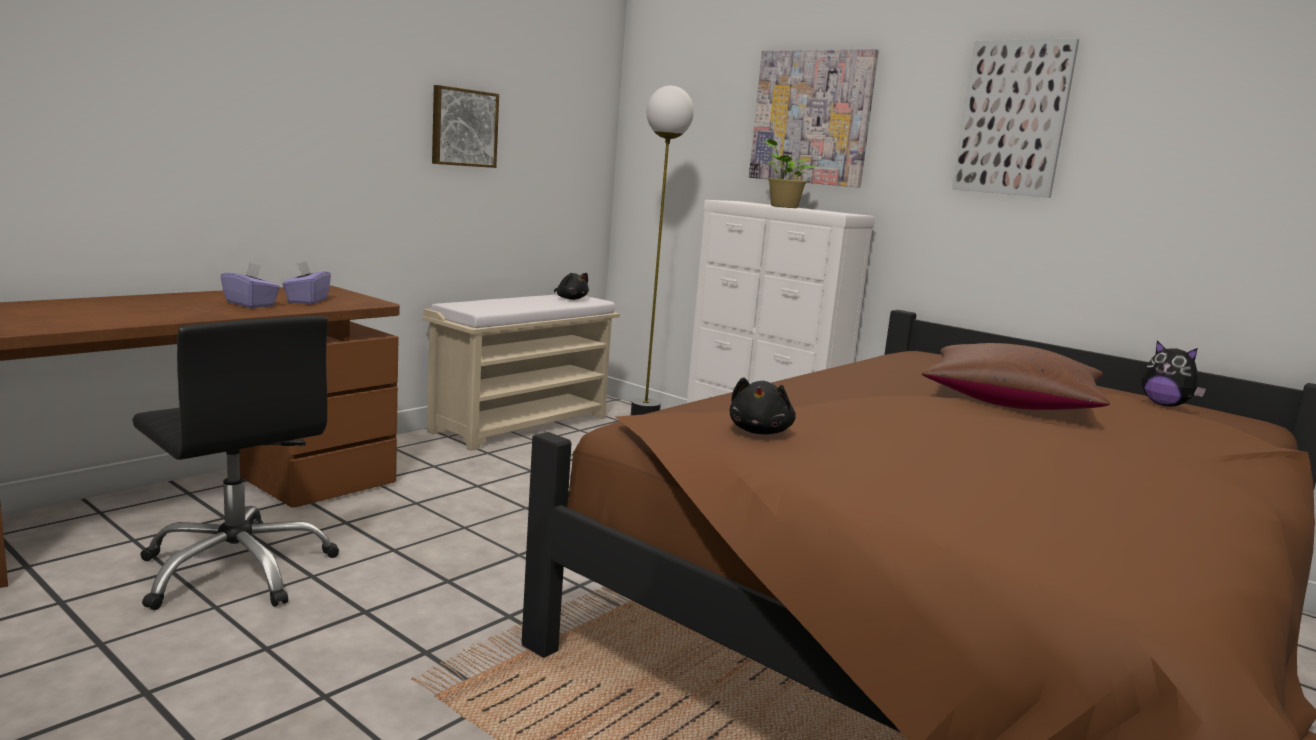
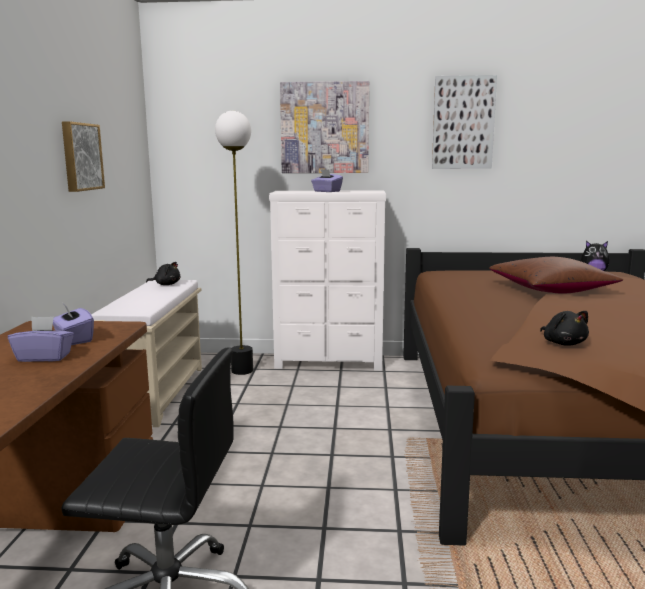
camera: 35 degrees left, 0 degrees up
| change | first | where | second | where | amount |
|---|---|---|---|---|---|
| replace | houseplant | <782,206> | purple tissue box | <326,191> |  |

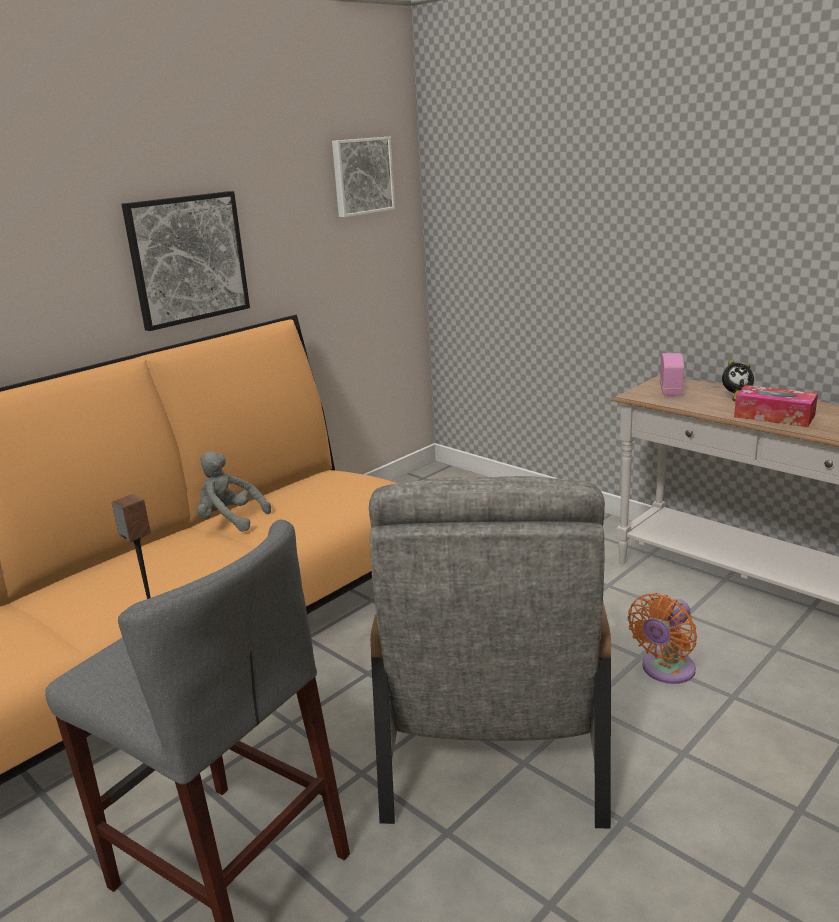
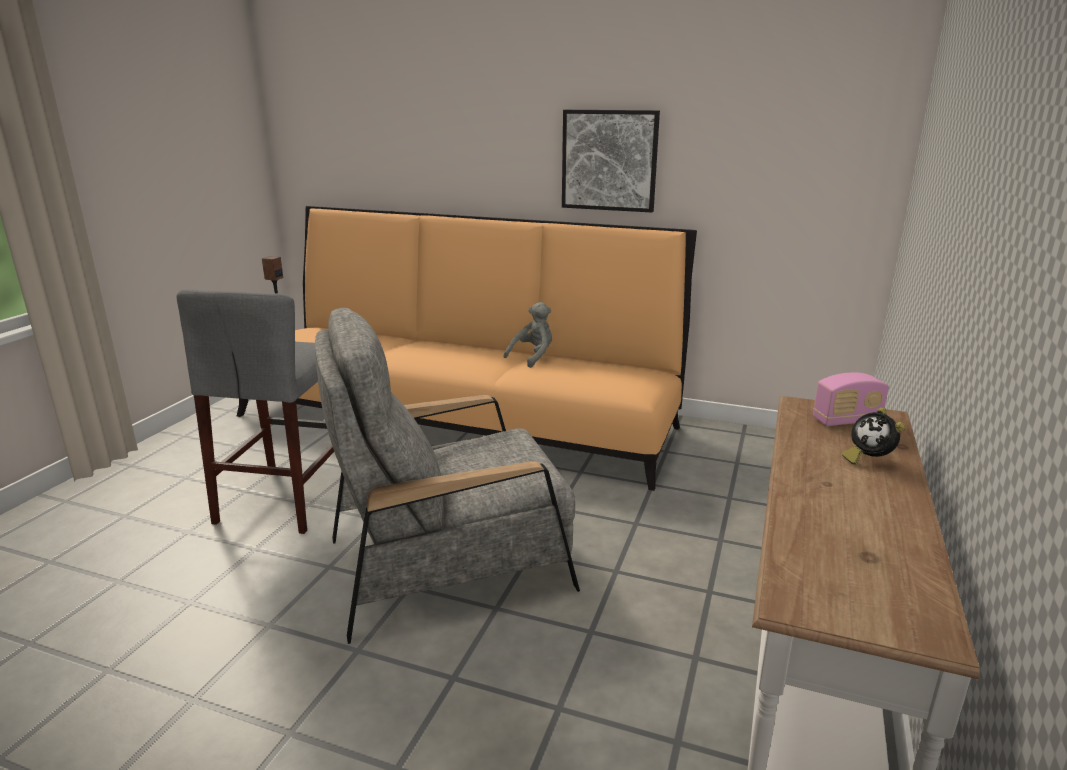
camera: 65 degrees right, 0 degrees up
| change | first | where | second | where | amount |
|---|---|---|---|---|---|
| rotate | gray cuddly toy | <230,520> |  | <533,357> | 45 degrees clockwise |
| delete | wall picture | <361,176> |  |  |  |
| delete | orange-coloured electric fan | <665,670> |  |  |  |
| delete | tissue box | <774,416> |  |  |  |

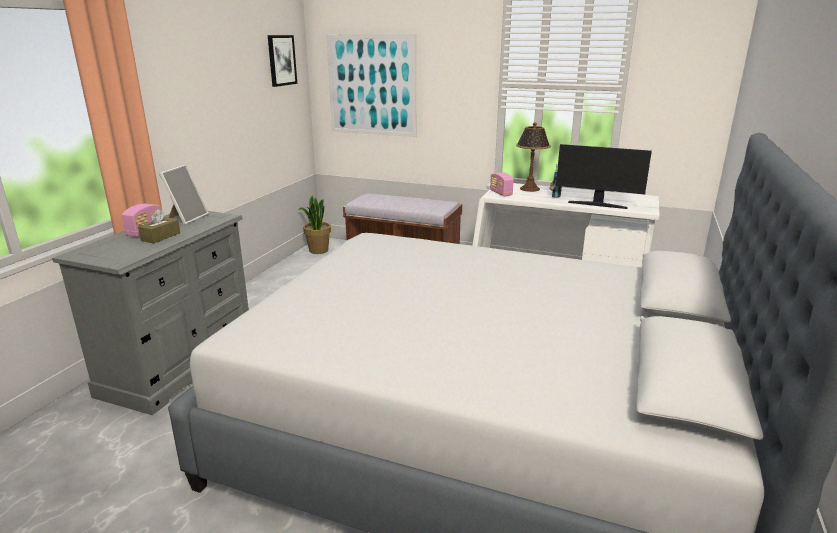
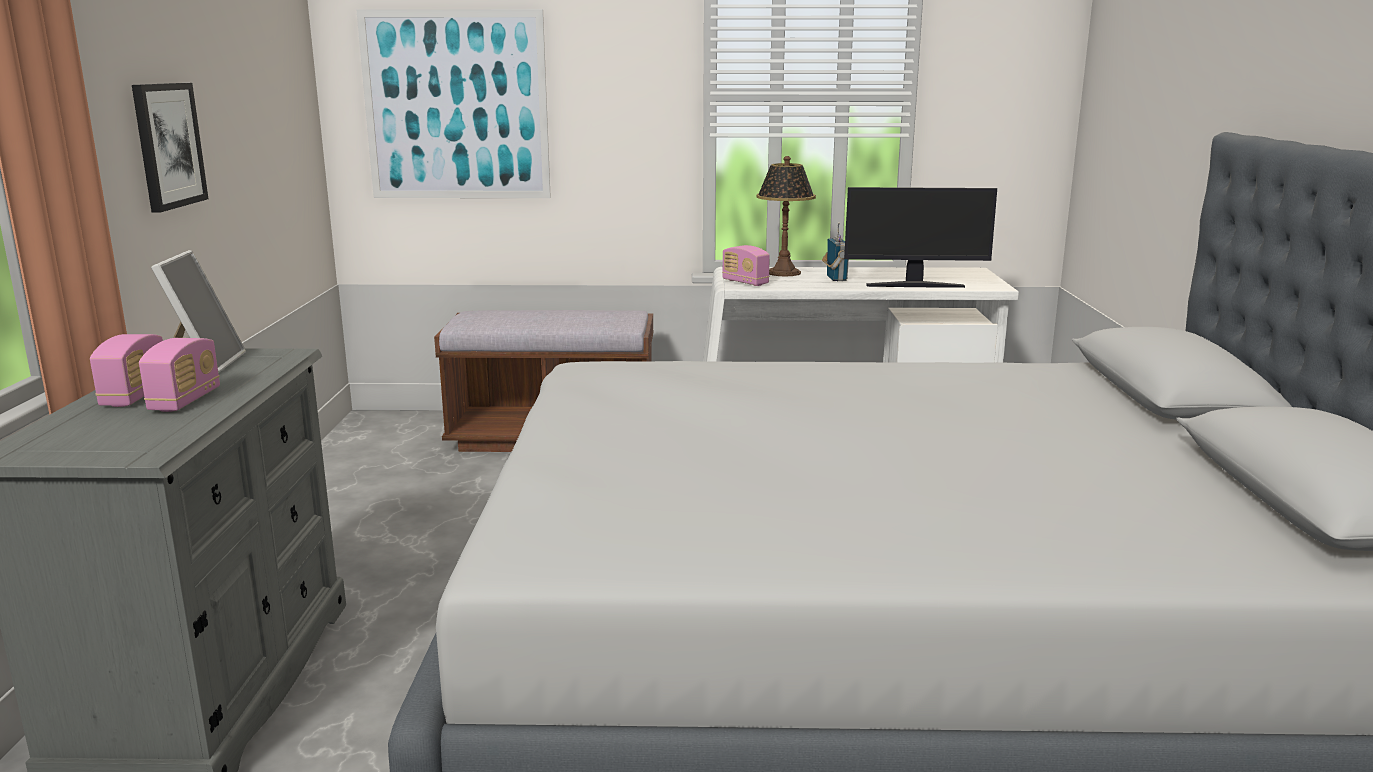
camera: 20 degrees left, 5 degrees down
| change | first | where | second | where | amount |
|---|---|---|---|---|---|
| move | wall picture | <281,60> |  | <168,145> |  |
| replace | brown tissue box | <161,237> | radio | <185,400> |  |
| delete | houseplant | <318,250> |  |  |  |

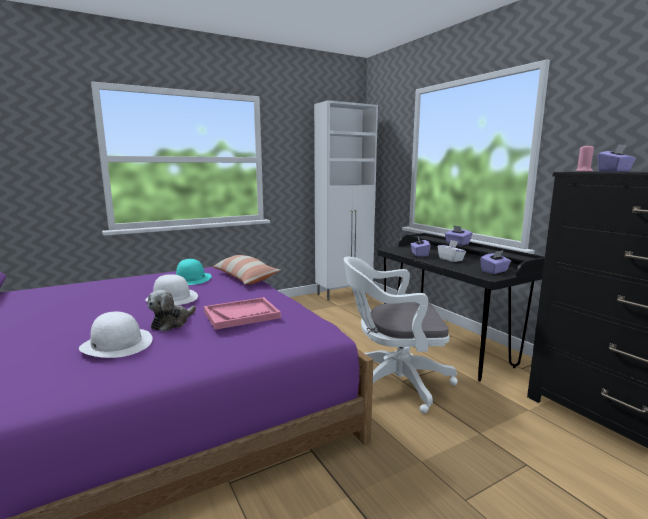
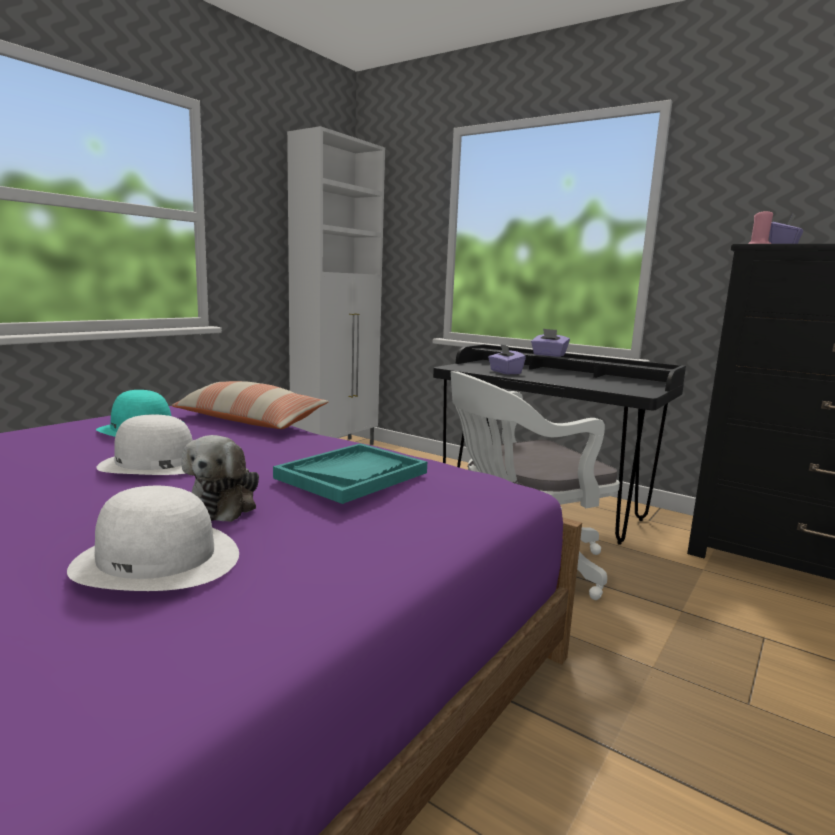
camera: 25 degrees left, 0 degrees up
| change | first | where | second | where | amount |
|---|---|---|---|---|---|
| recolor | pink carrying tray | <242,315> | blue-green carrying tray | <352,475> |  |
| delete | white-coloured tissue box | <451,259> |  |  |  |
| delete | purple tissue box | <494,271> |  |  |  |

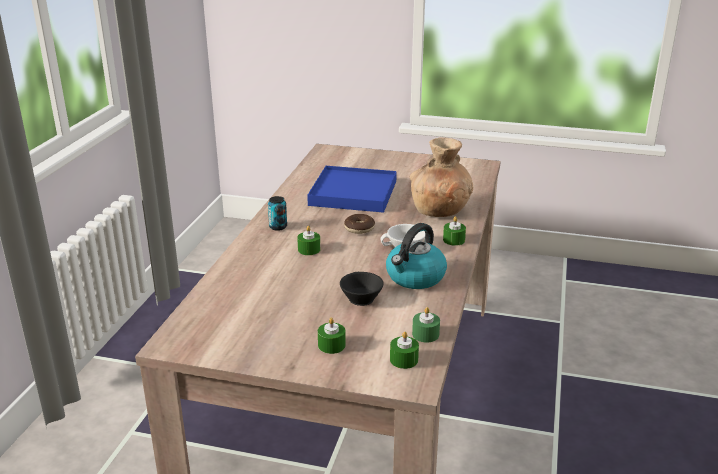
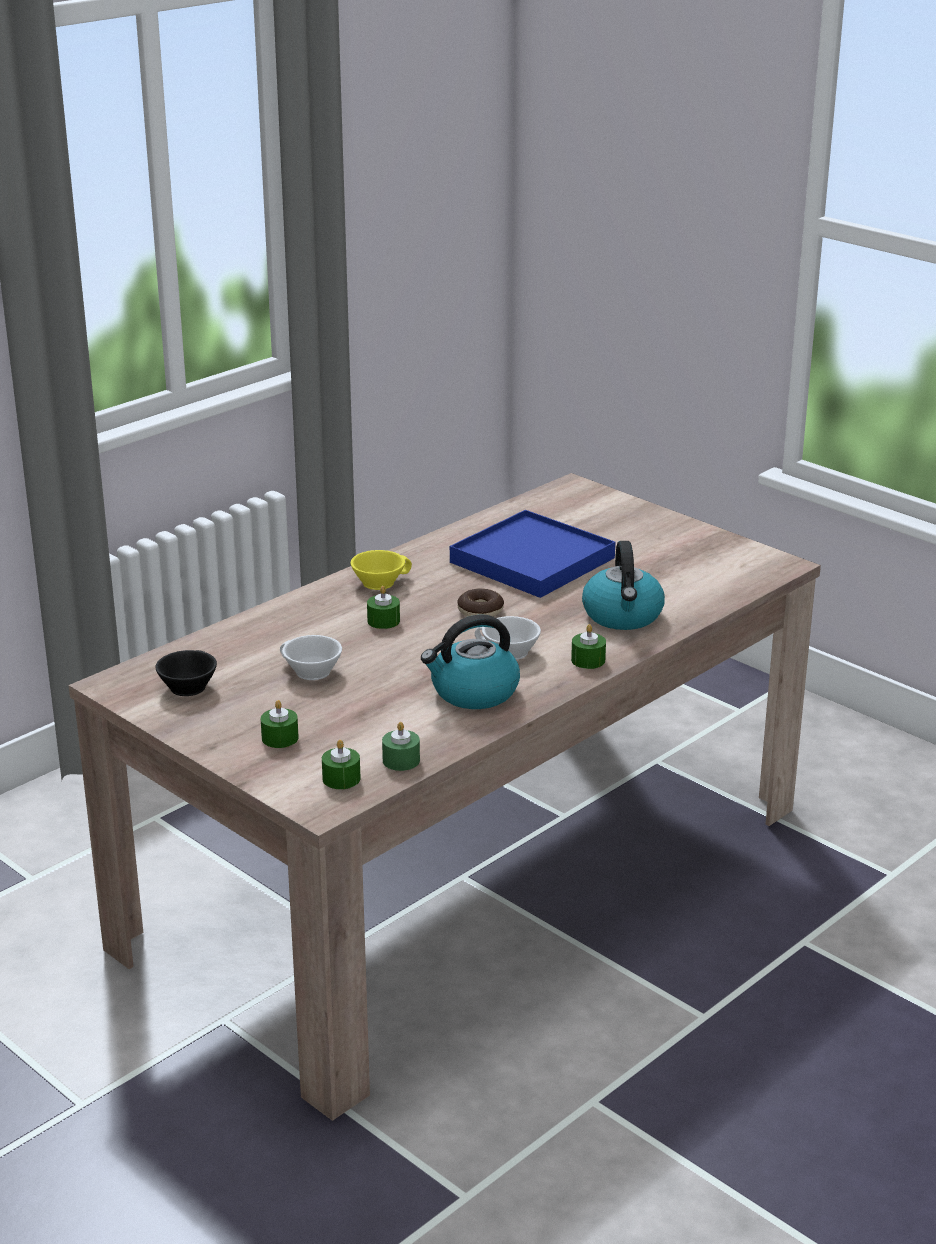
camera: 30 degrees right, 0 degrees up
| change | first | where | second | where | amount |
|---|---|---|---|---|---|
| move | blackish drinking cup | <359,298> |  | <186,686> |  |
| insert |  |  | white-coloured drinking cup | <310,672> |  |
| replace | can | <278,227> | yellow drinking cup | <379,581> |  |
| replace | brown flower vase | <440,211> | kettle | <623,616> |  |

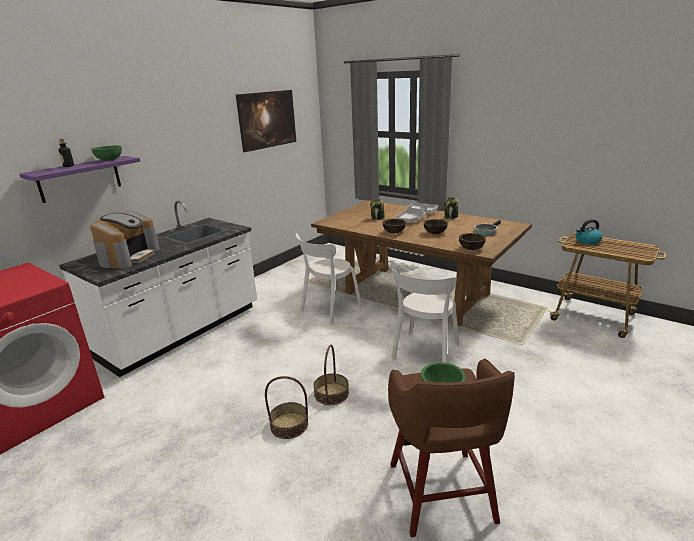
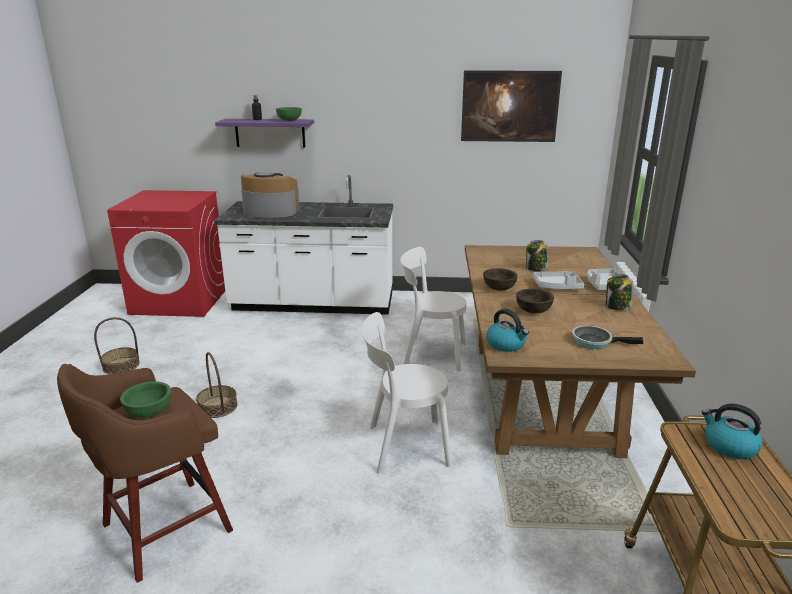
camera: 55 degrees right, 0 degrees up
| change | first | where | second | where | amount |
|---|---|---|---|---|---|
| move | household basket | <331,393> |  | <121,366> |  |
| rotate | coffee maker | <129,257> |  | <270,211> | 150 degrees counterclockwise |
| replace | brown bowl | <471,248> | kettle | <506,344> |  |

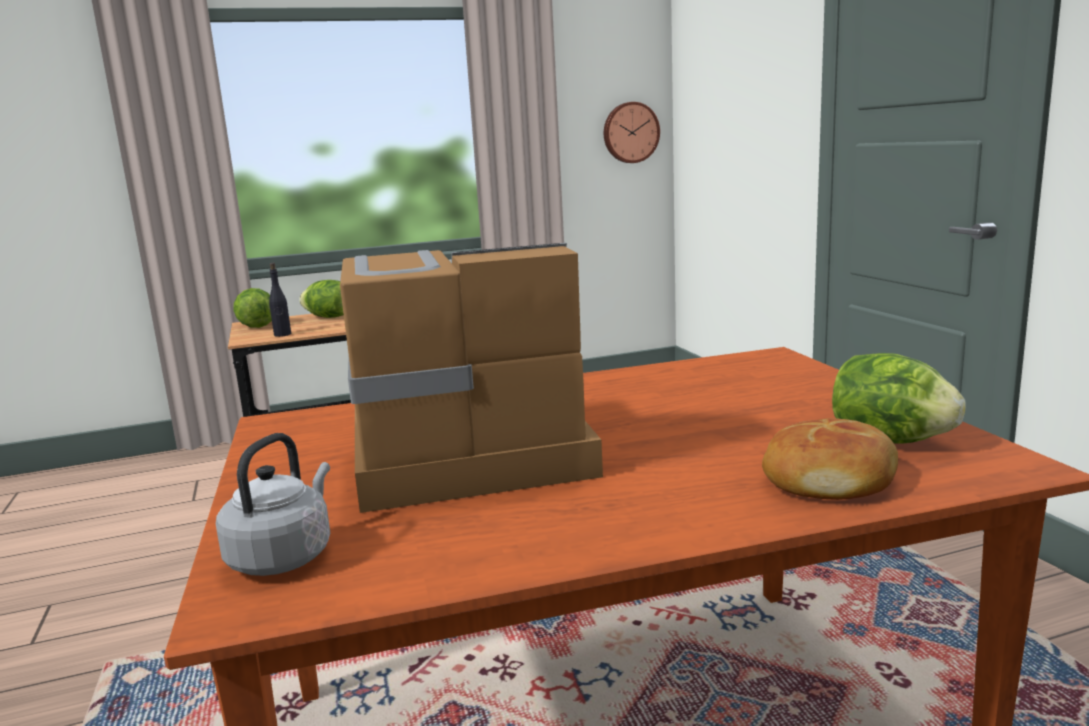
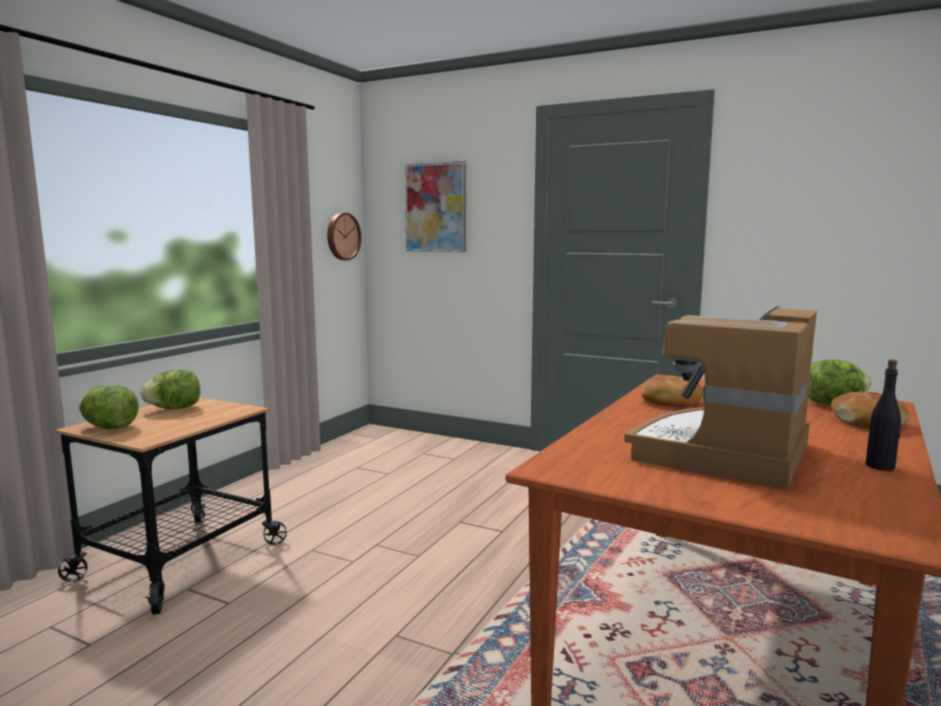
camera: 45 degrees left, 5 degrees down
| change | first | where | second | where | amount |
|---|---|---|---|---|---|
| insert |  |  | wall picture | <436,207> |  |
| insert |  |  | baked bread | <670,402> |  |
| move | blackish beverage bottle | <282,334> |  | <880,466> |  |
| delete | gray kettle | <284,556> |  |  |  |

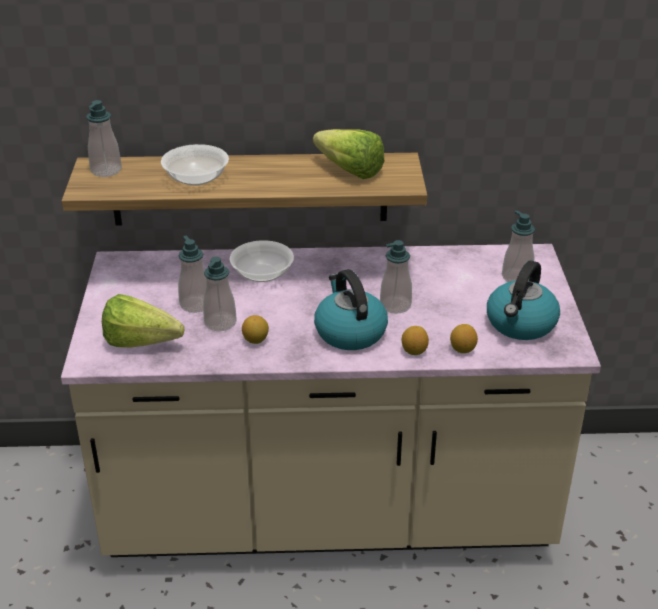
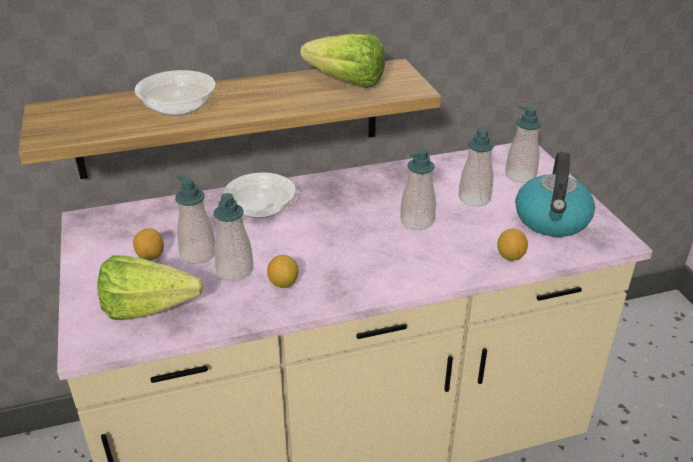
camera: 15 degrees left, 0 degrees up
| change | first | where | second | where | amount |
|---|---|---|---|---|---|
| move | citrus fruit | <414,351> |  | <150,256> |  |
| move | soap dispenser | <106,170> |  | <474,198> |  |
| delete | kettle | <349,332> |  |  |  |

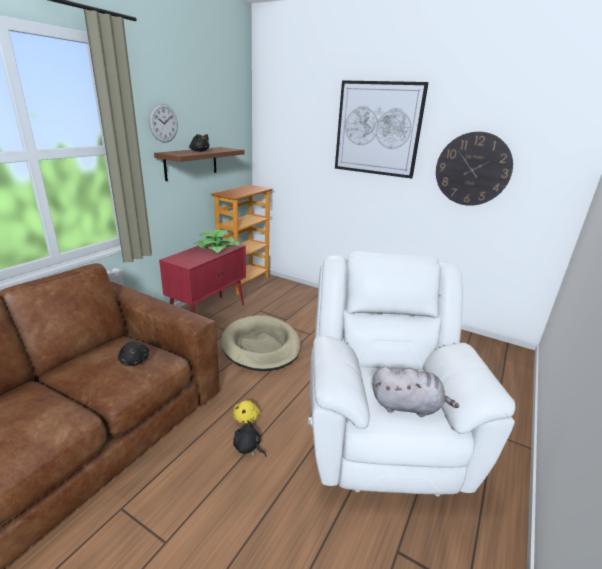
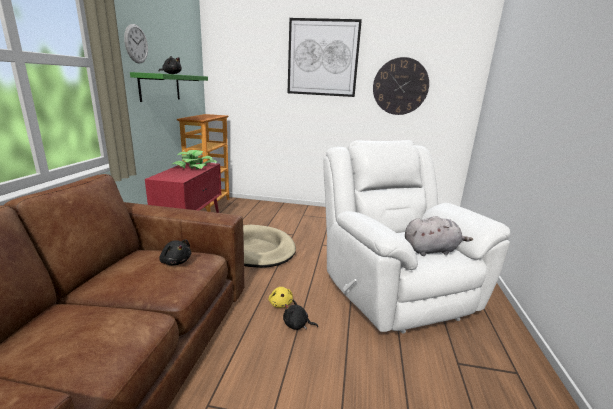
camera: 20 degrees left, 5 degrees down
| change | first | where | second | where | amount |
|---|---|---|---|---|---|
| recolor | brown bracket shelf | <191,163> | green-coloured bracket shelf | <160,87> |  |

